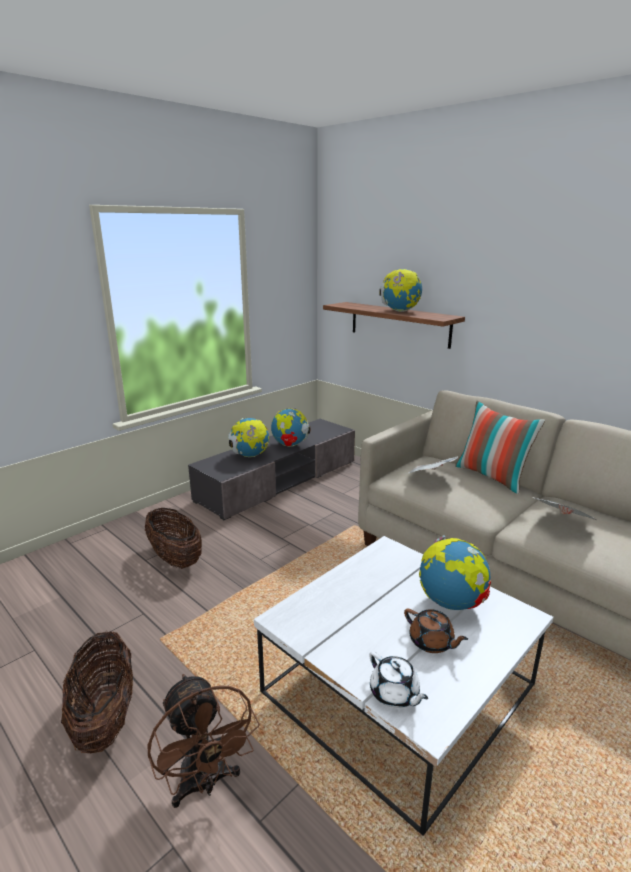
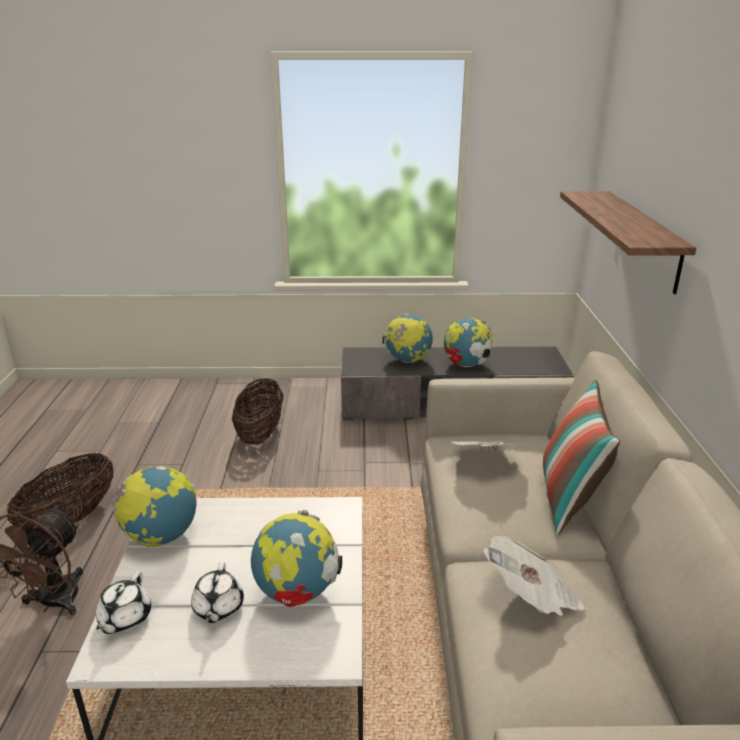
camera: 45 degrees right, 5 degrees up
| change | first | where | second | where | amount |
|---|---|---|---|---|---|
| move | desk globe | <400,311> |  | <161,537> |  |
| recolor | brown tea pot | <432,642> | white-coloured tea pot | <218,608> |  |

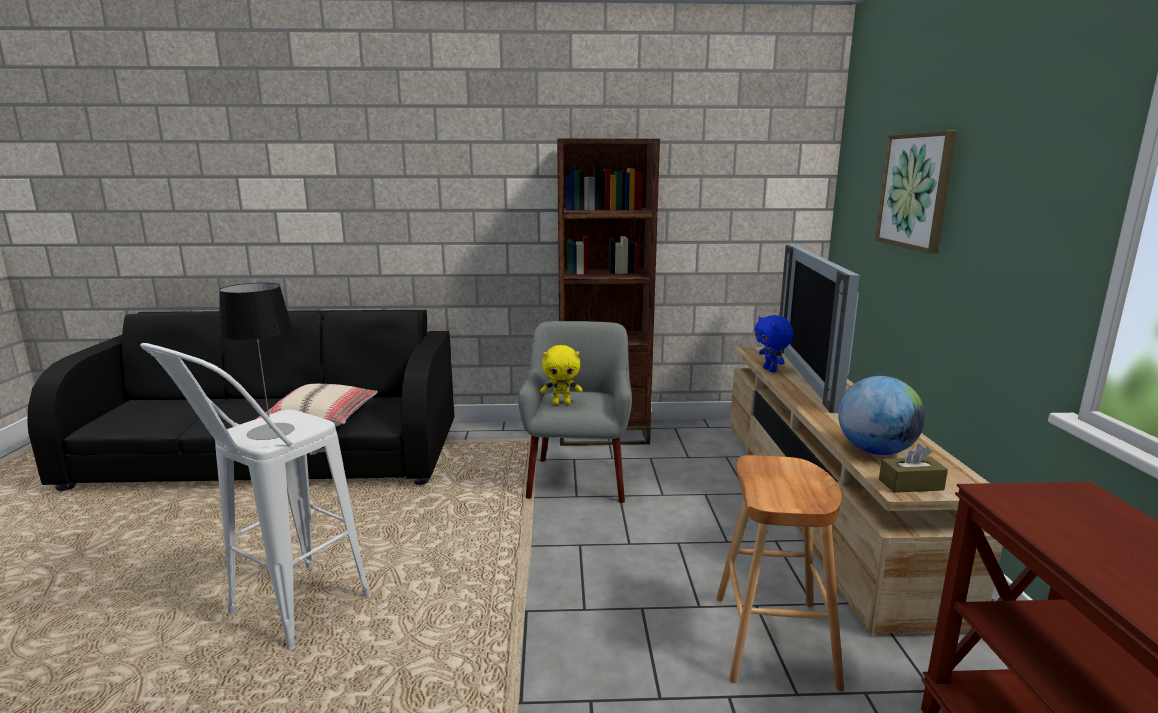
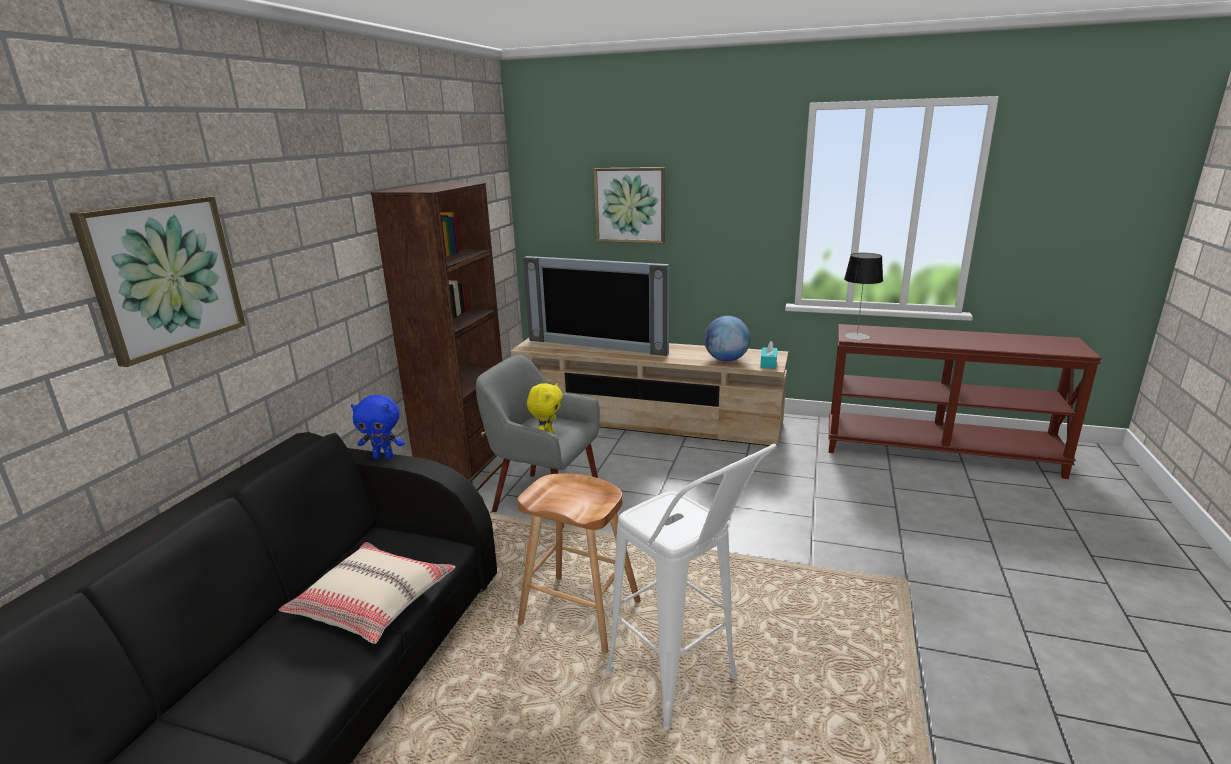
camera: 70 degrees left, 5 degrees up
| change | first | where | second | where | amount |
|---|---|---|---|---|---|
| insert |  |  | wall picture | <164,276> |  |
| move | bluish cuddly toy | <770,370> |  | <384,457> |  |
| move | brown stool seat | <773,640> |  | <579,612> |  |
| recolor | brown tissue box | <910,485> | blue-green tissue box | <768,363> |  |
| move | tabletop lamp | <270,431> |  | <857,336> |  |

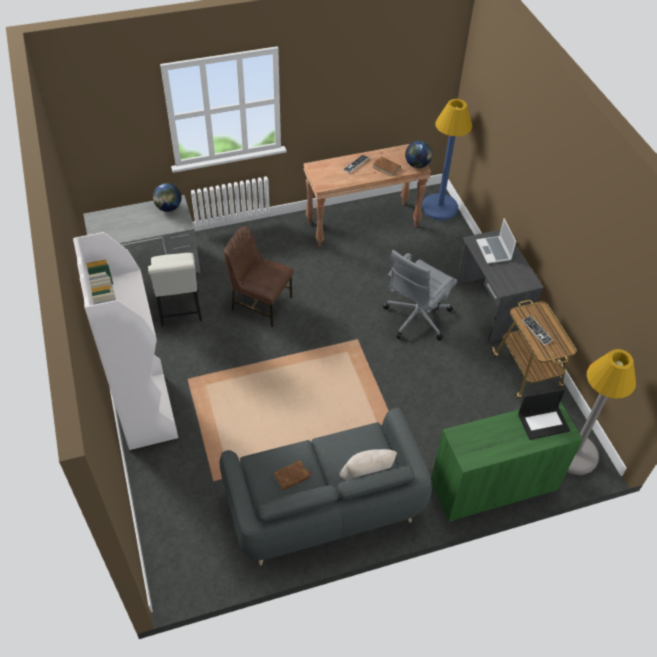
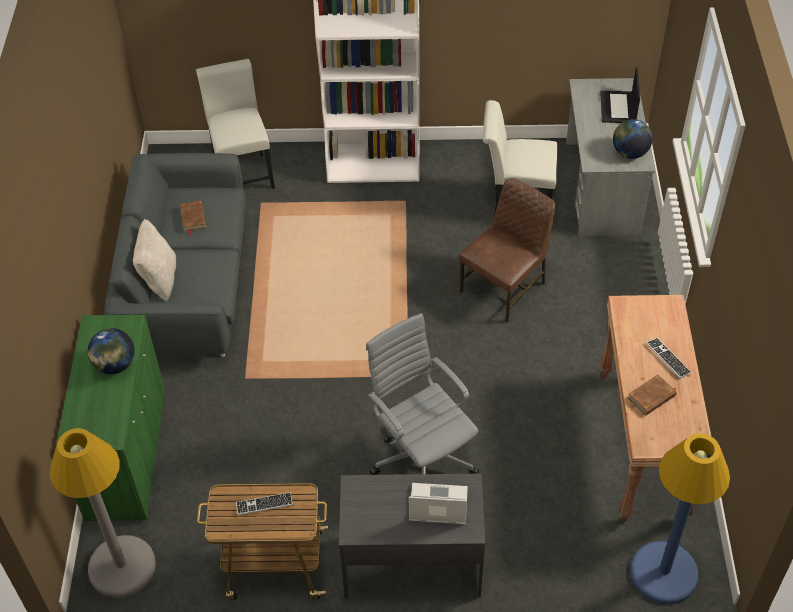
camera: 110 degrees right, 0 degrees up
| change | first | where | second | where | amount |
|---|---|---|---|---|---|
| move | desk globe | <417,165> |  | <115,365> |  |
| insert |  |  | white-coloured chair | <242,172> |  |
| move | notebook computer | <543,422> |  | <618,108> |  |

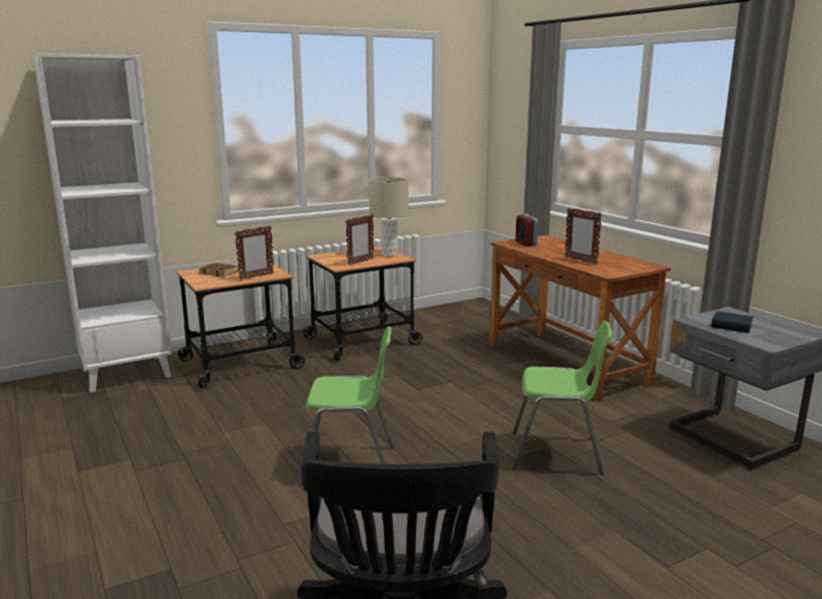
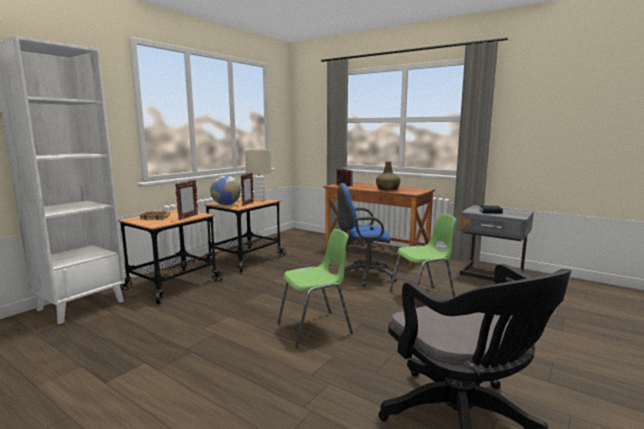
camera: 25 degrees left, 5 degrees down
| change | first | where | second | where | amount |
|---|---|---|---|---|---|
| insert |  |  | desk globe | <226,205> |  |
| insert |  |  | bluish office chair | <363,276> |  |
| replace | photo frame | <580,260> | green-coloured beverage bottle | <387,189> |  |

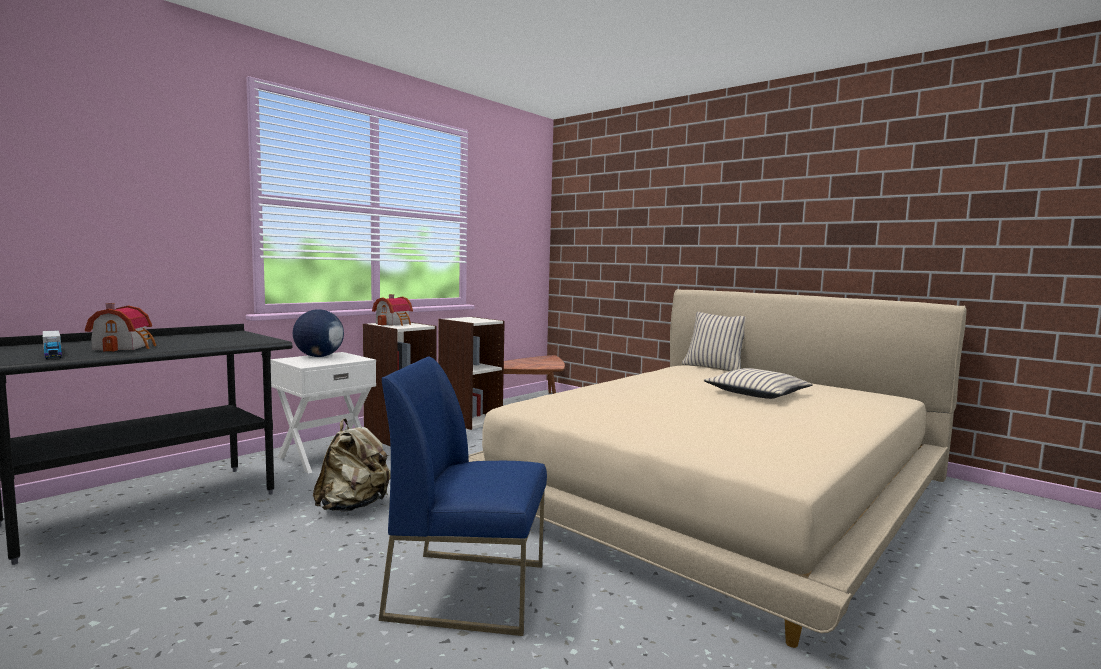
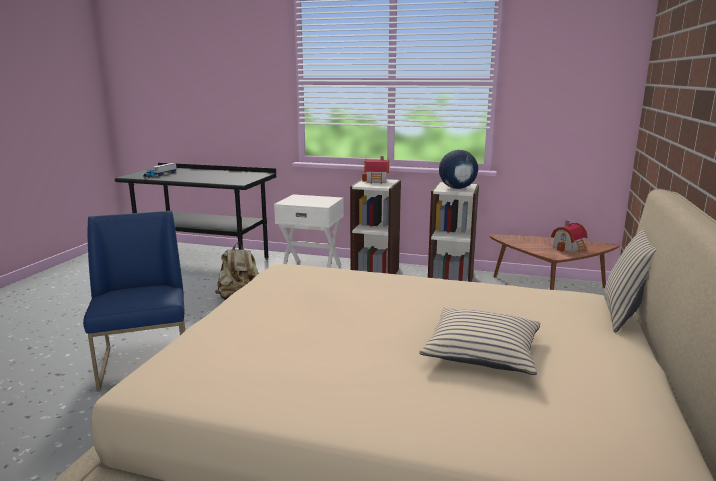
camera: 65 degrees right, 10 degrees up
| change | first | where | second | where | amount |
|---|---|---|---|---|---|
| move | desk globe | <318,356> |  | <457,188> |  |
| move | model house | <125,347> |  | <569,248> |  |

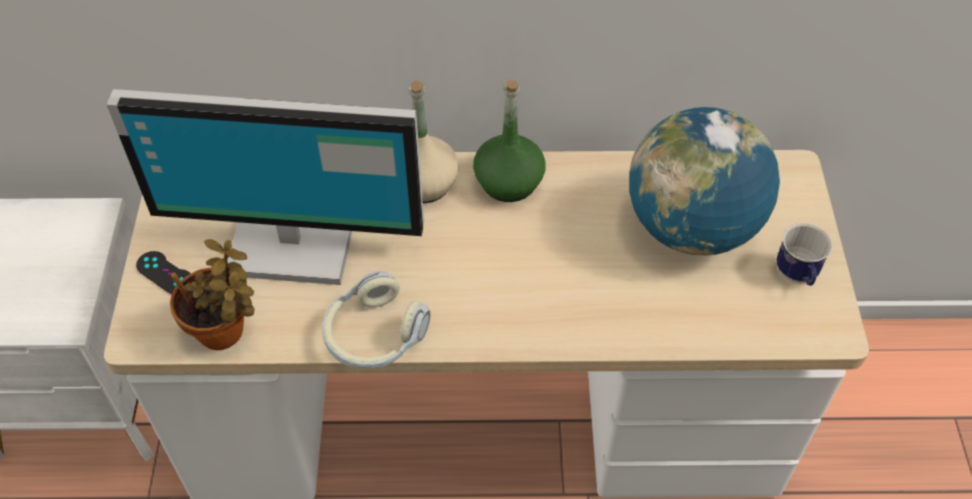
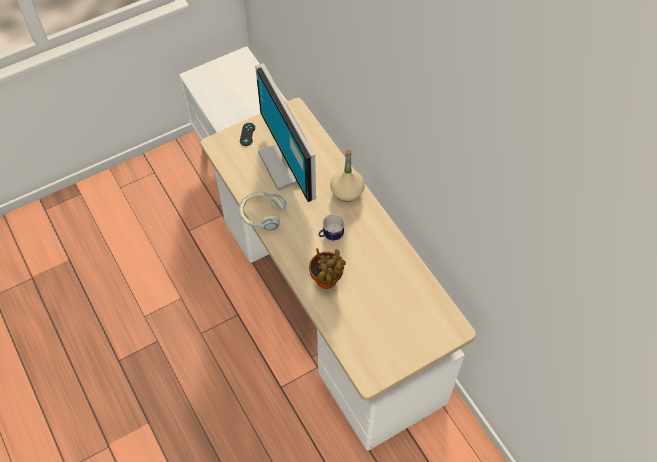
camera: 60 degrees right, 5 degrees up
| change | first | where | second | where | amount |
|---|---|---|---|---|---|
| move | houseplant | <226,333> |  | <327,282> |  |
| move | mug | <797,277> |  | <330,236> |  |
| delete | green-coloured beverage bottle | <509,182> |  |  |  |
| delete | desk globe | <691,228> |  |  |  |

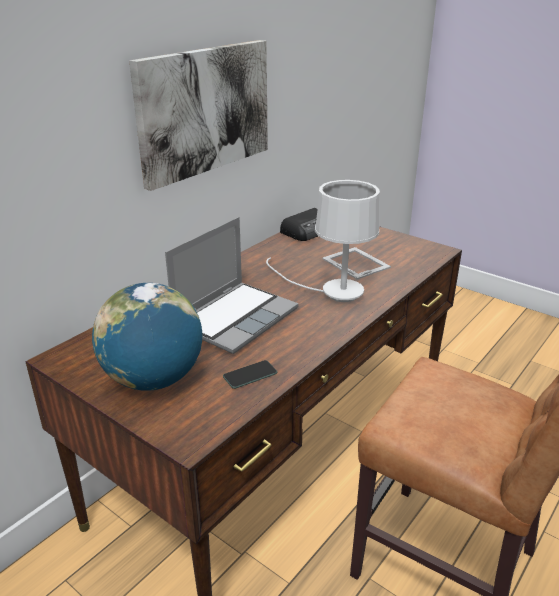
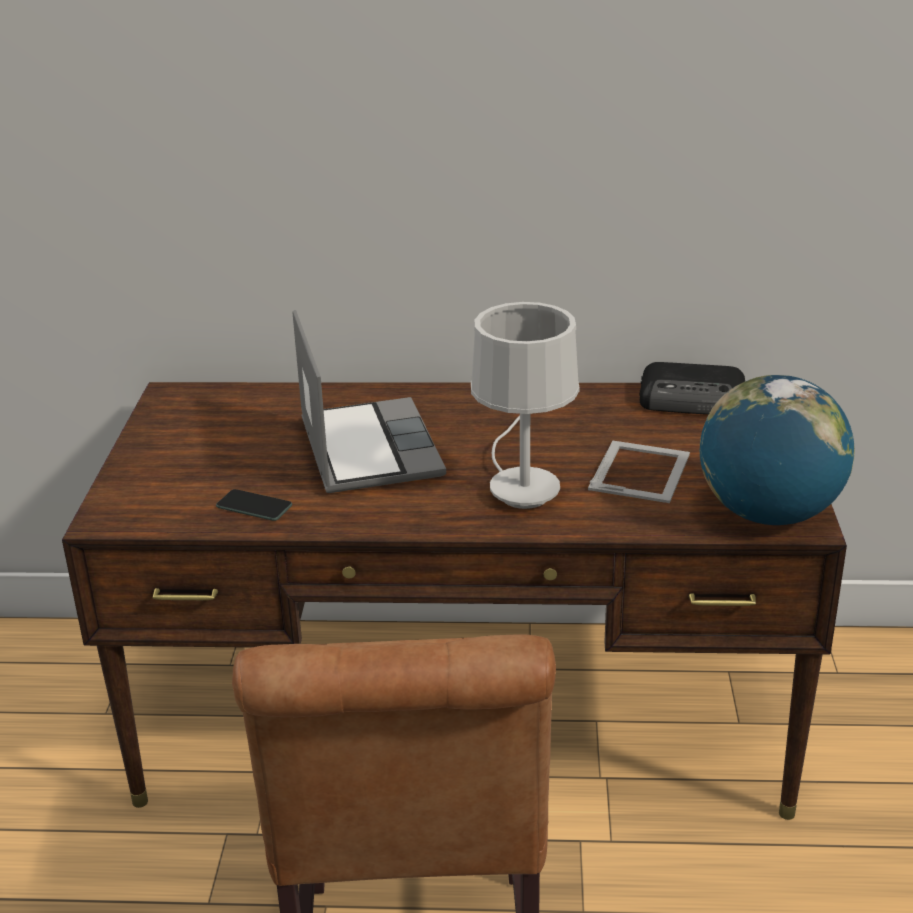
camera: 55 degrees right, 0 degrees up
| change | first | where | second | where | amount |
|---|---|---|---|---|---|
| rotate | notebook computer | <236,317> |  | <367,448> | 105 degrees counterclockwise |
| move | desk globe | <153,379> |  | <768,514> |  |
| delete | wall picture | <204,110> |  |  |  |

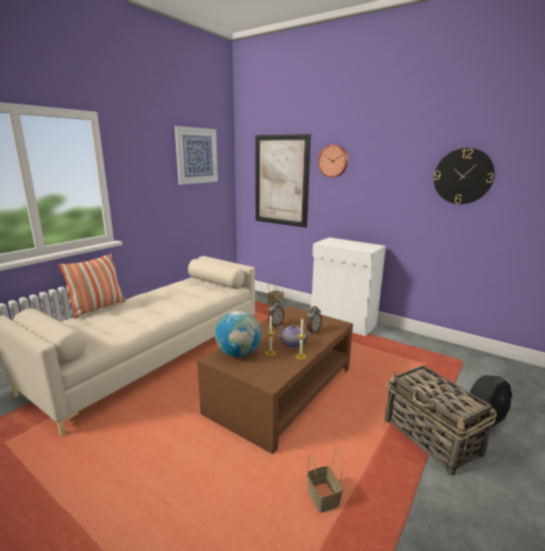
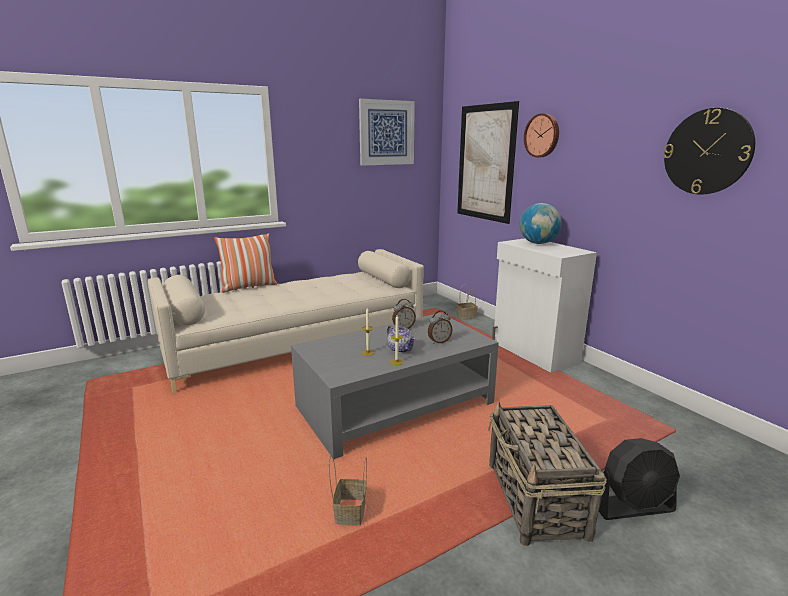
camera: 25 degrees right, 0 degrees up
| change | first | where | second | where | amount |
|---|---|---|---|---|---|
| recolor | brown lounge table | <281,390> | gray lounge table | <395,405> |  |
| move | desk globe | <238,353> |  | <538,243> |  |

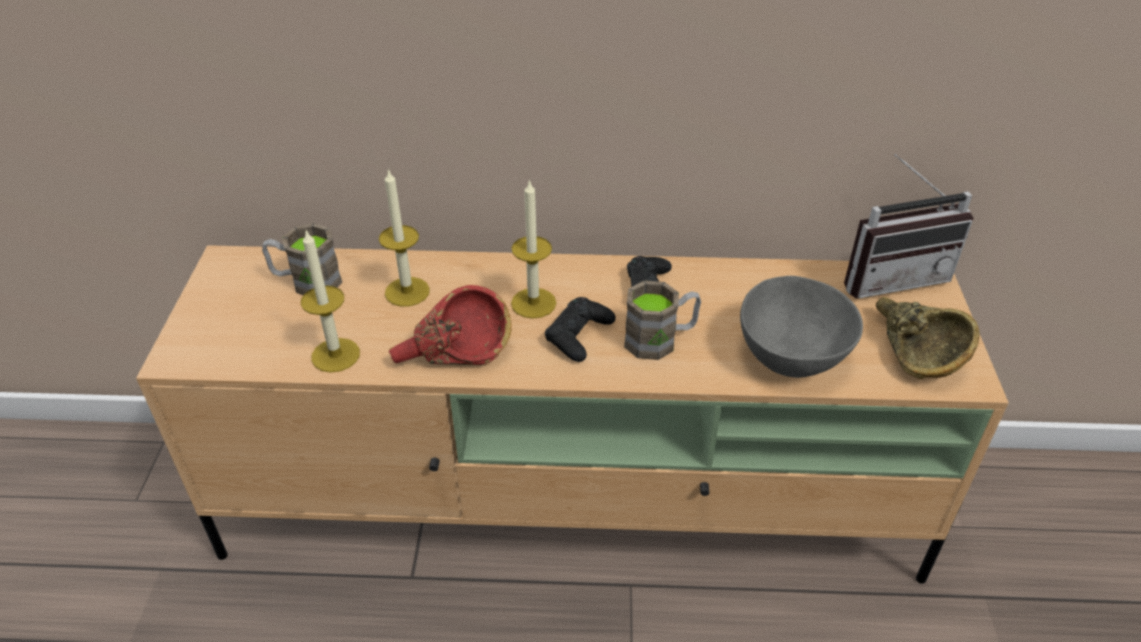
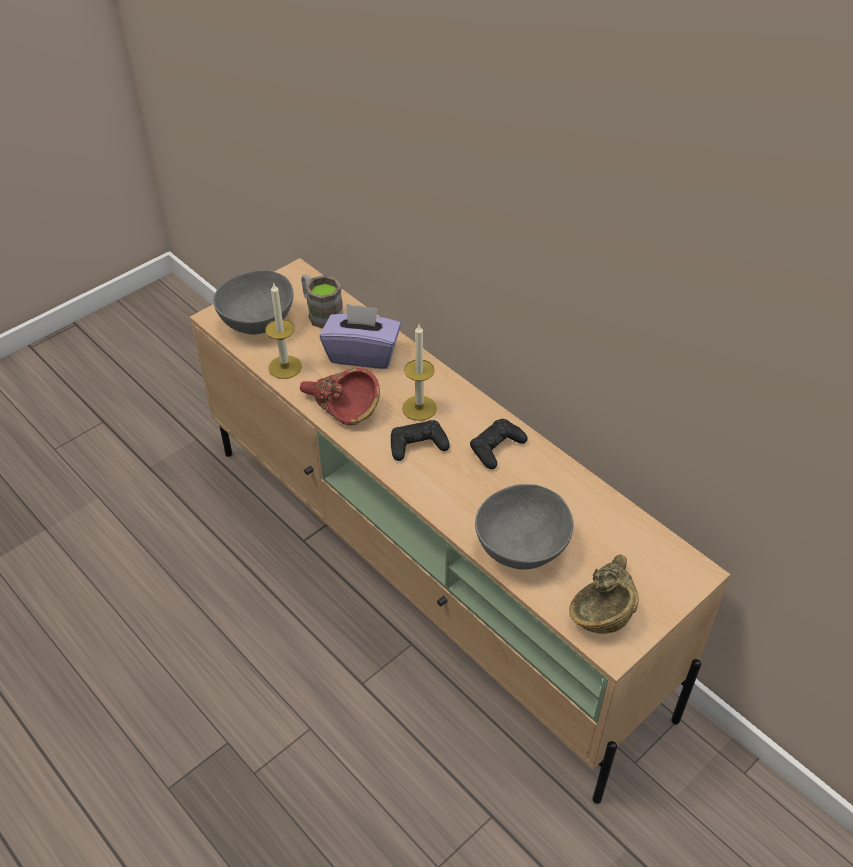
camera: 45 degrees right, 5 degrees up
| change | first | where | second | where | amount |
|---|---|---|---|---|---|
| insert |  |  | gray bowl | <259,322> |  |
| replace | candle | <407,292> | purple tissue box | <362,354> |  |
| delete | brown mug | <660,339> |  |  |  |
| delete | radio | <891,276> |  |  |  |

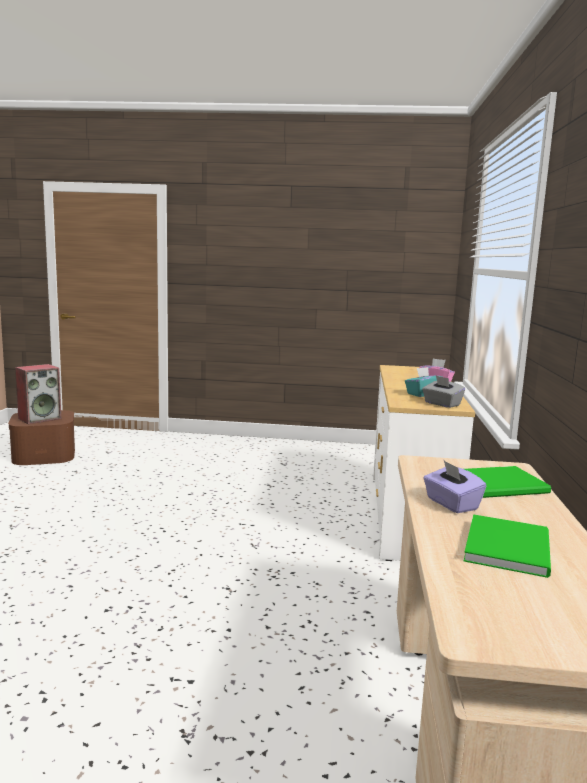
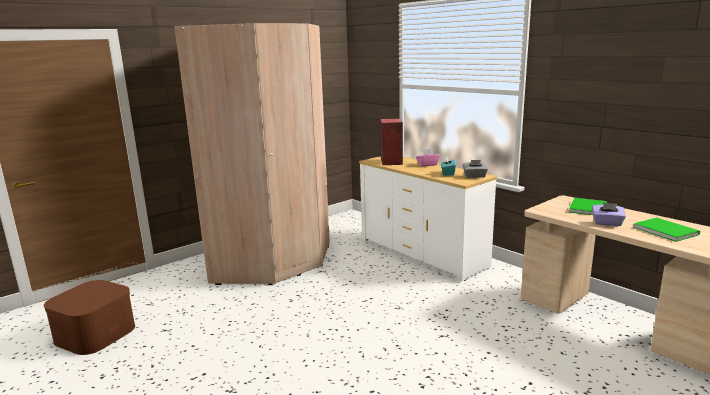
camera: 45 degrees left, 5 degrees up
| change | first | where | second | where | amount |
|---|---|---|---|---|---|
| insert |  |  | sand-coloured clothes cupboard | <272,261> |  |
| move | speaker | <40,418> |  | <391,161> |  |

